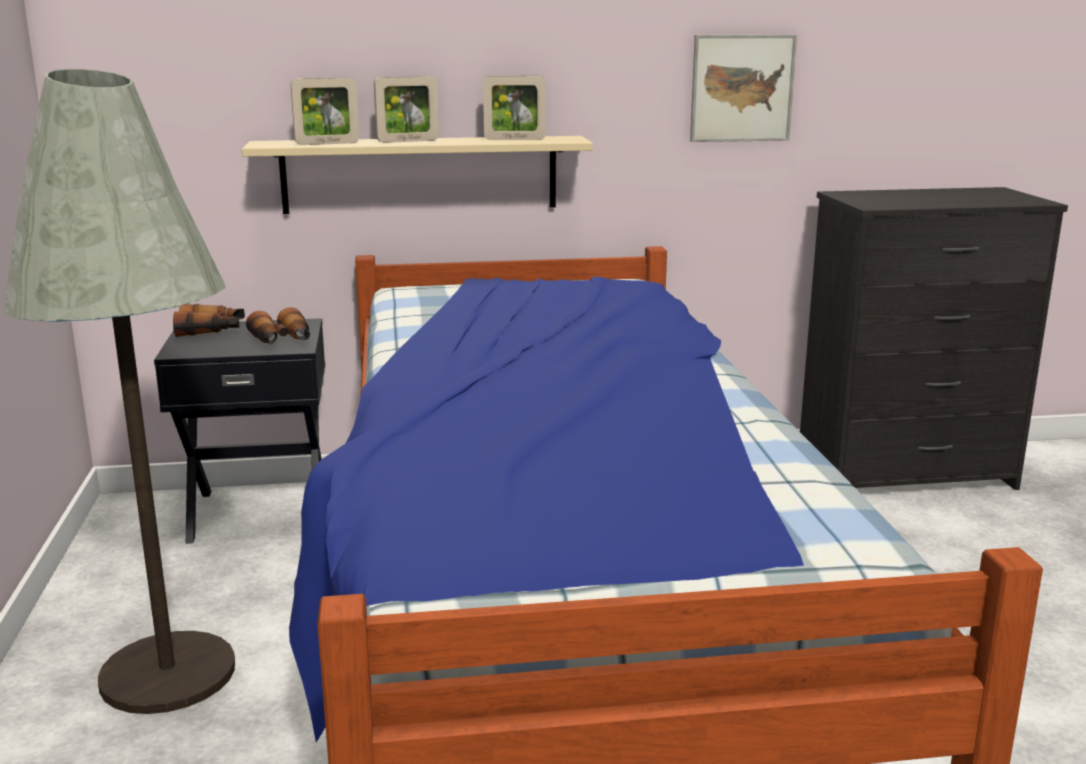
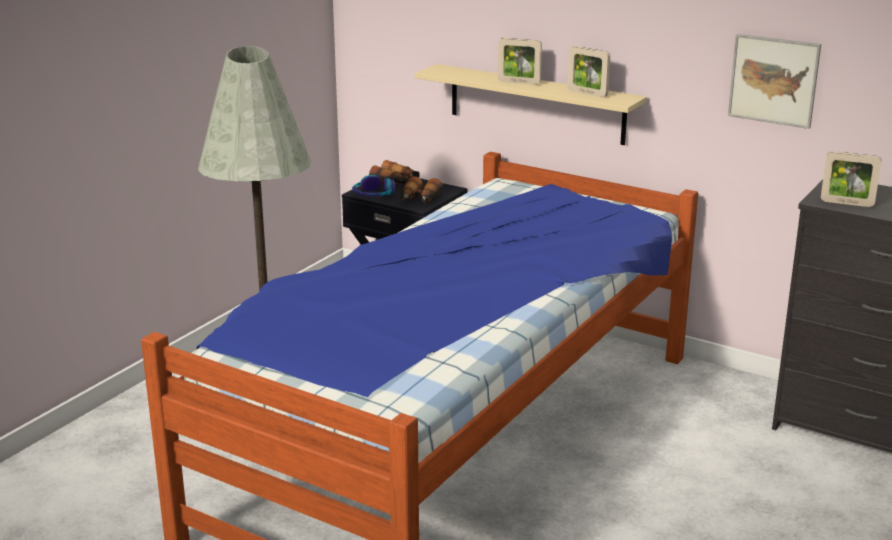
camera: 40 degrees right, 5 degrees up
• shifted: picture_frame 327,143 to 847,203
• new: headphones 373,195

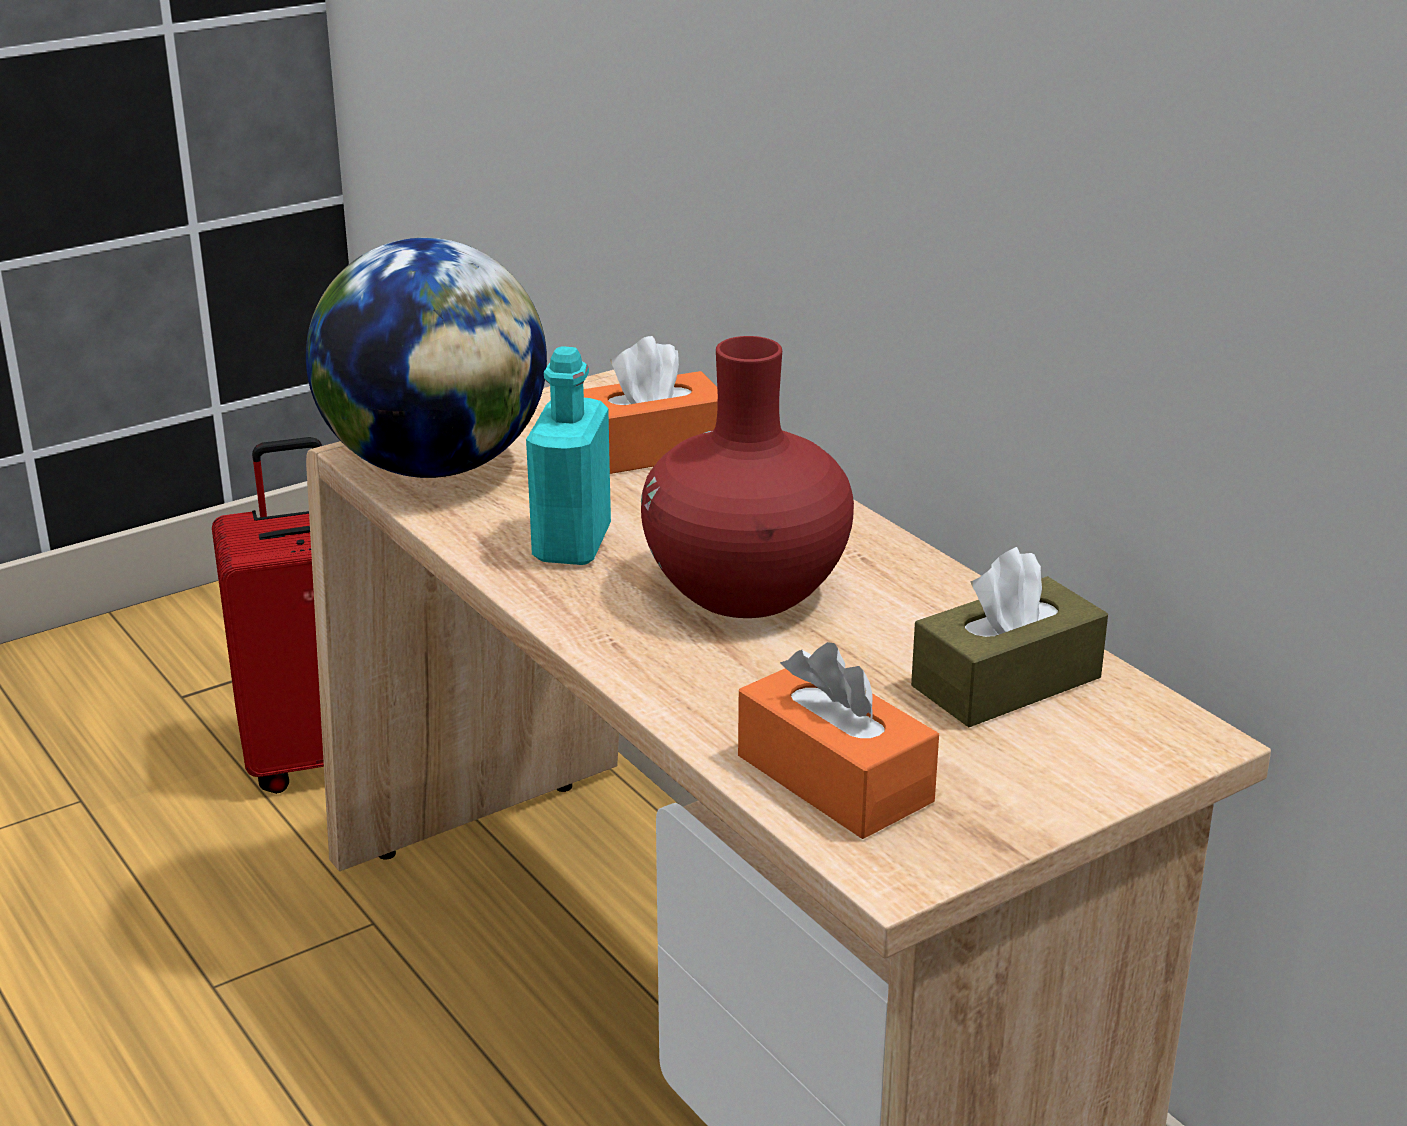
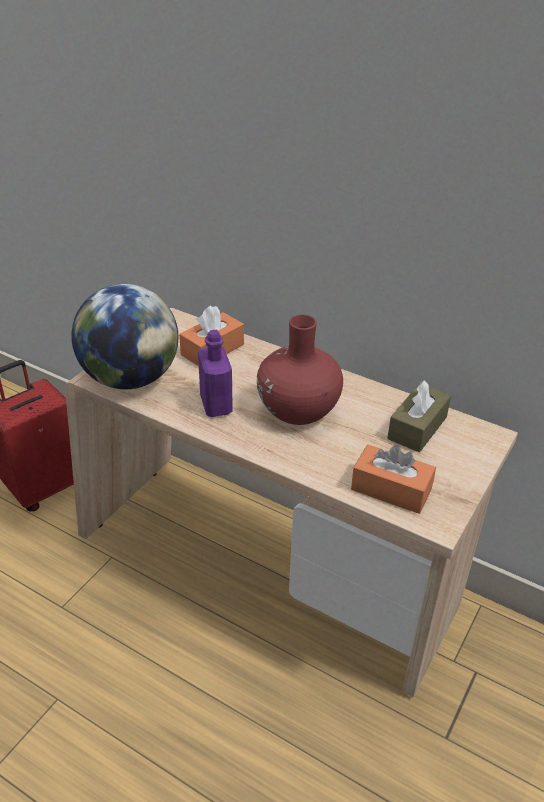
camera: 25 degrees left, 10 degrees up
• repainted: turquoise_bottle 572,544 to purple_bottle 216,405

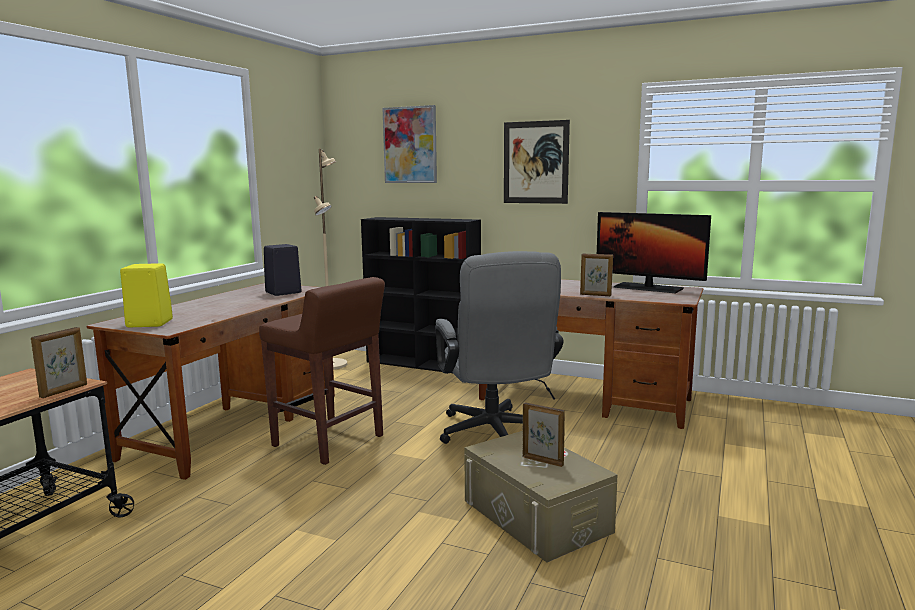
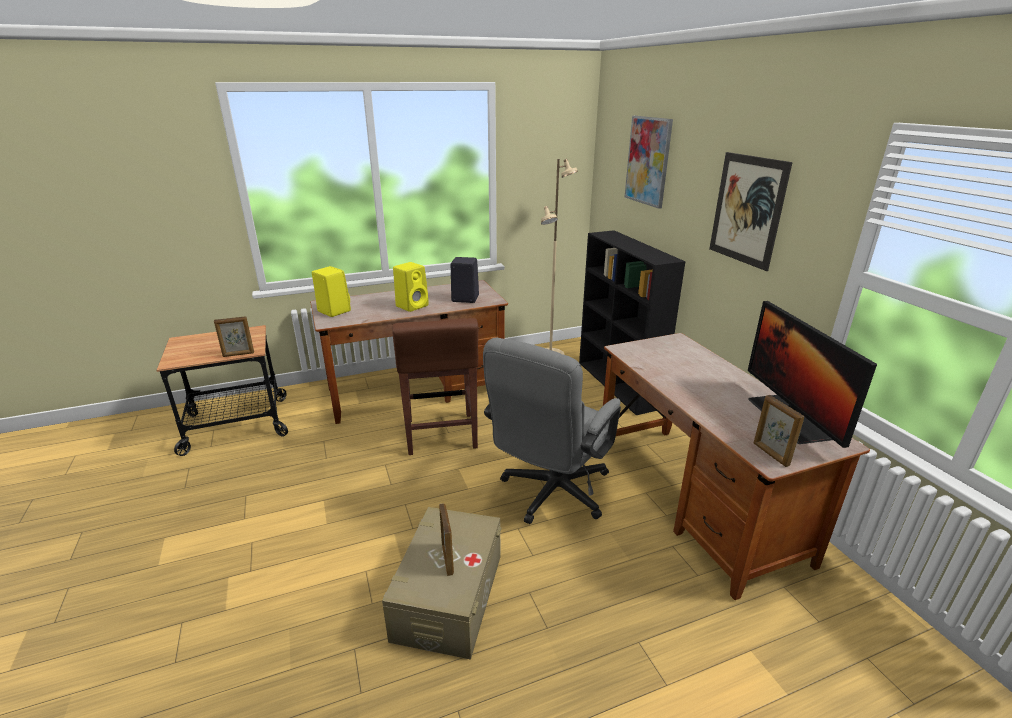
camera: 45 degrees right, 15 degrees up
• shifted: picture_frame 595,295 to 770,454
• new: yellow_speaker 412,306

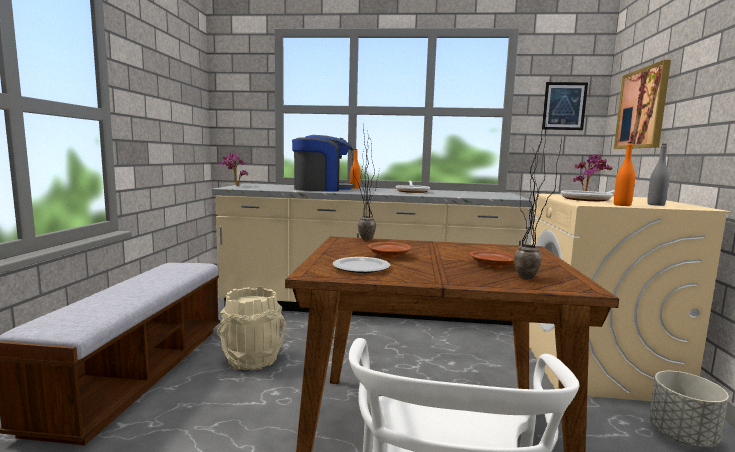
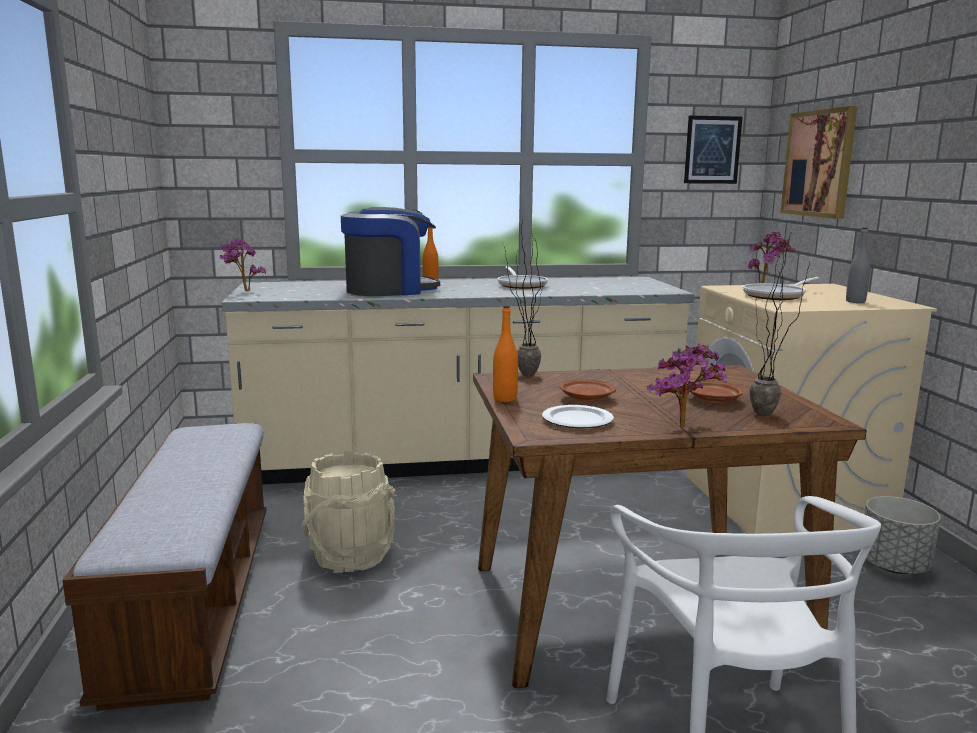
camera: 15 degrees left, 5 degrees up
• shifted: orange_bottle 622,205 to 505,399
• new: potted_plant 685,429

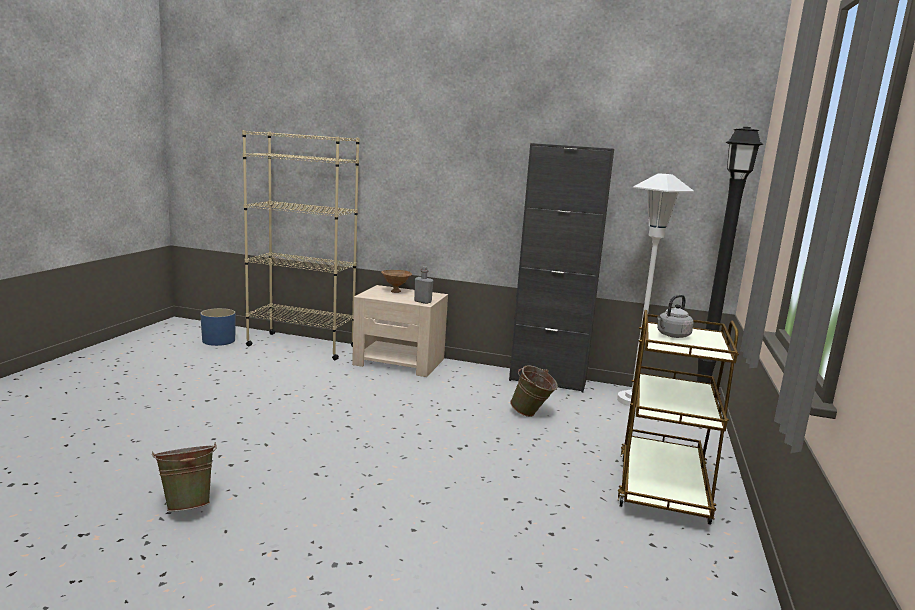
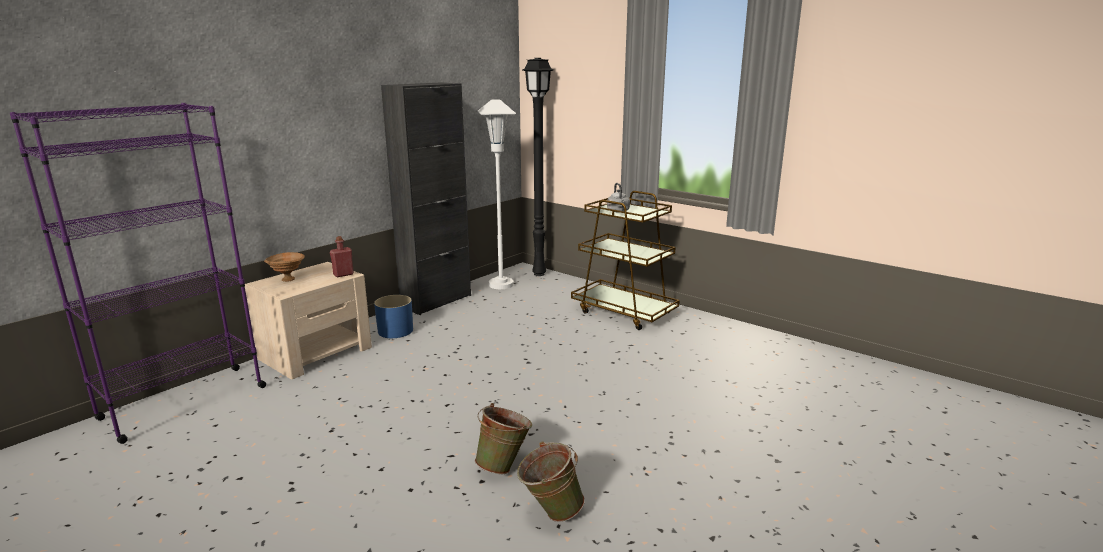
camera: 65 degrees left, 5 degrees up
• shifted: blue_planter 218,340 to 395,331
• repainted: beige_bookcase 301,346 to purple_bookcase 183,403
• repainted: grey_bottle 422,301 to red_bottle 343,274
• shifted: green_bucket 532,415 to 504,466

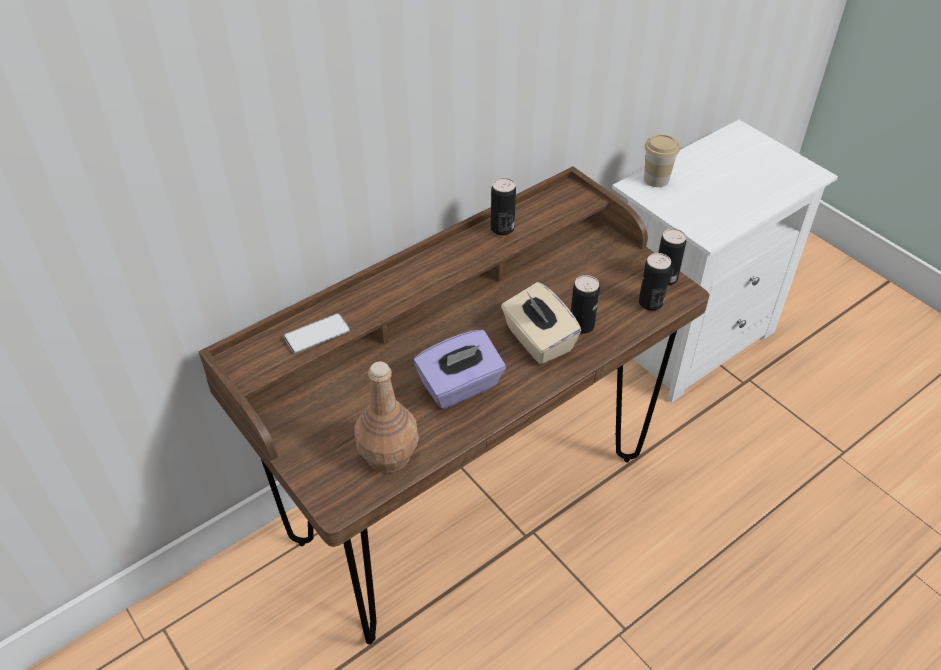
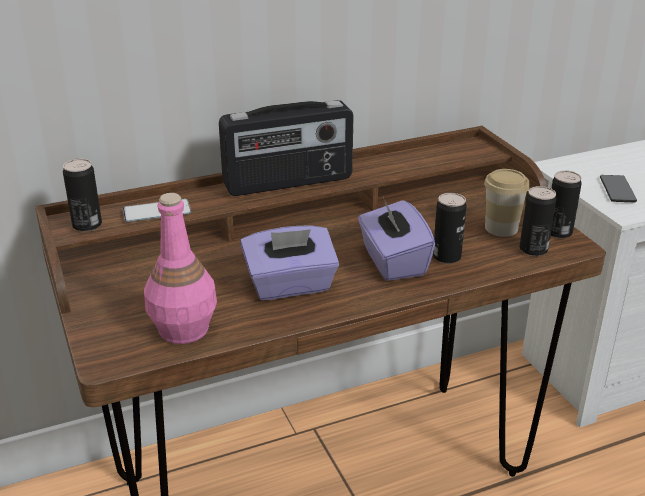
camera: 15 degrees right, 15 degrees down
• repainted: brown_bottle 388,455 to pink_bottle 183,329
• shifted: can 502,228 to 87,225
• repainted: beige_tissue_box 538,340 to purple_tissue_box 393,262
• shifted: cup 656,179 to 501,228
• new: radio 288,183
• new: phone 617,190

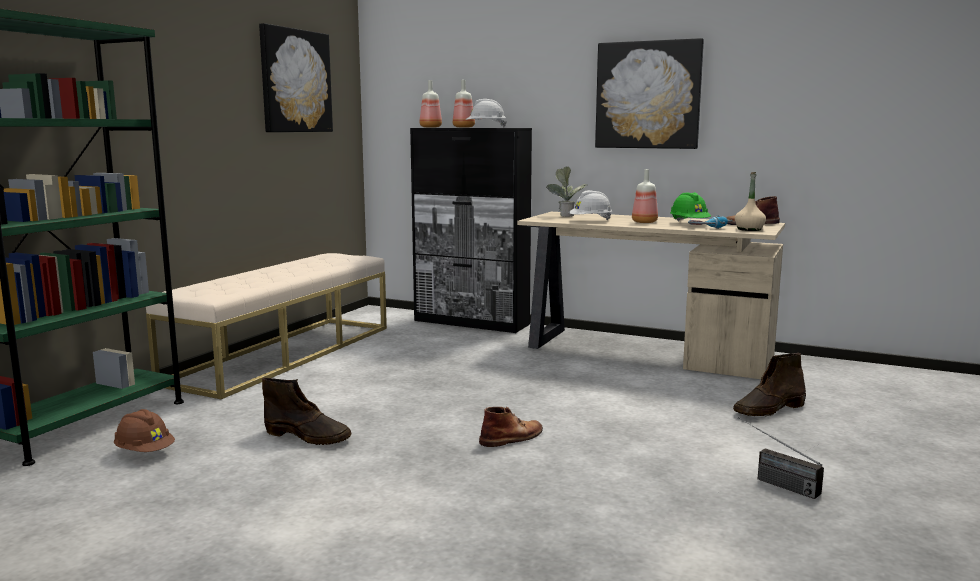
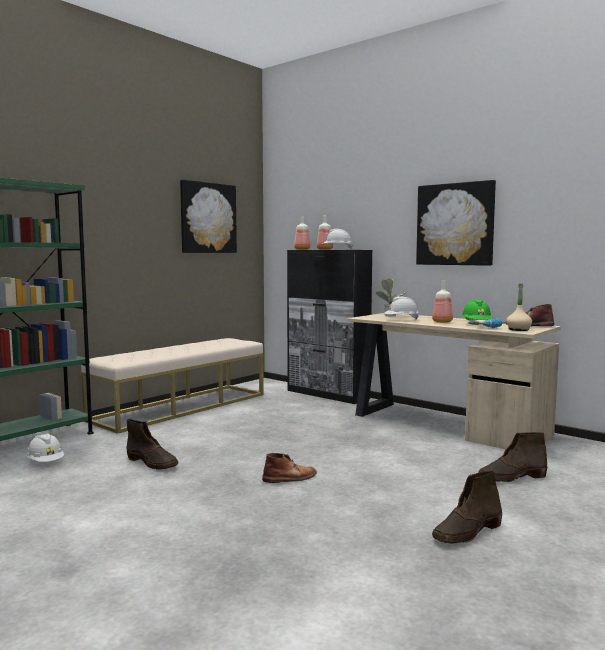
camera: 15 degrees right, 5 degrees down
• repainted: brown_hard_hat 145,452 to white_hard_hat 46,462
• swapped: radio 772,482 to brown_boot 467,532

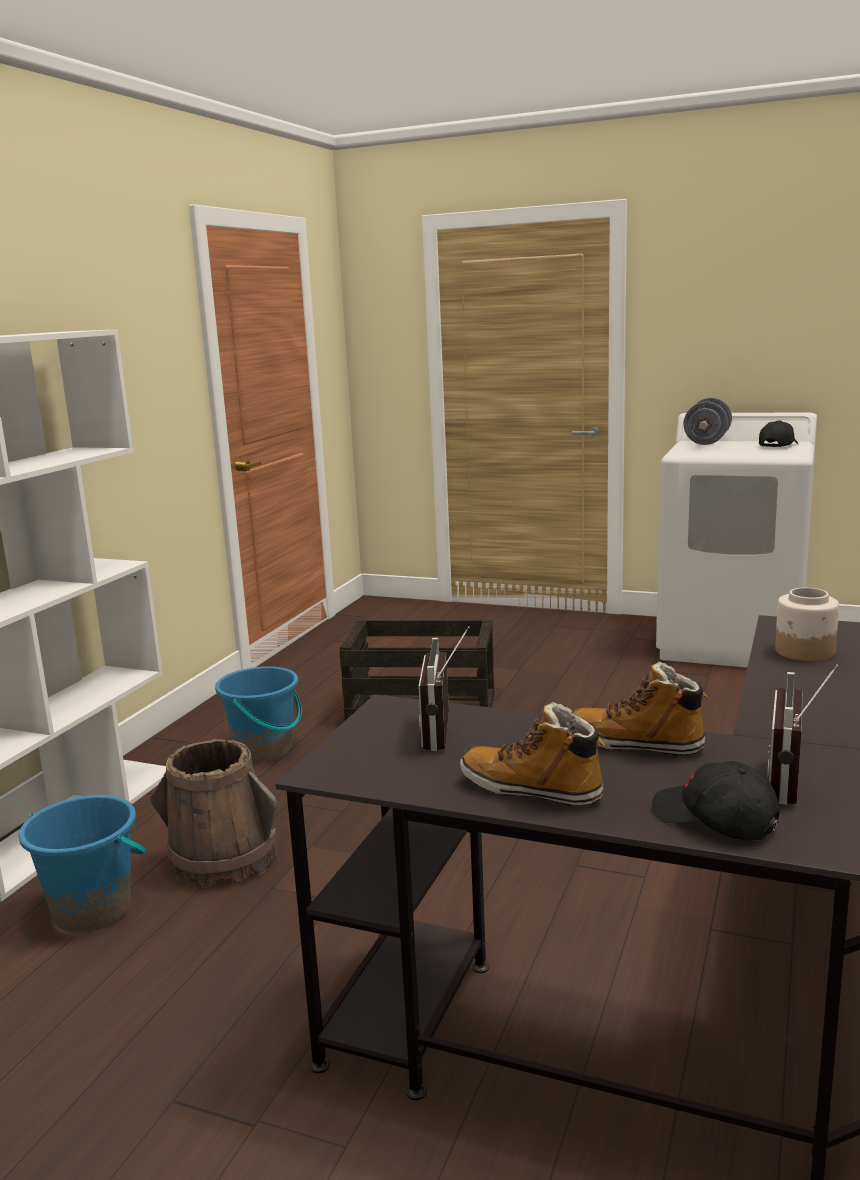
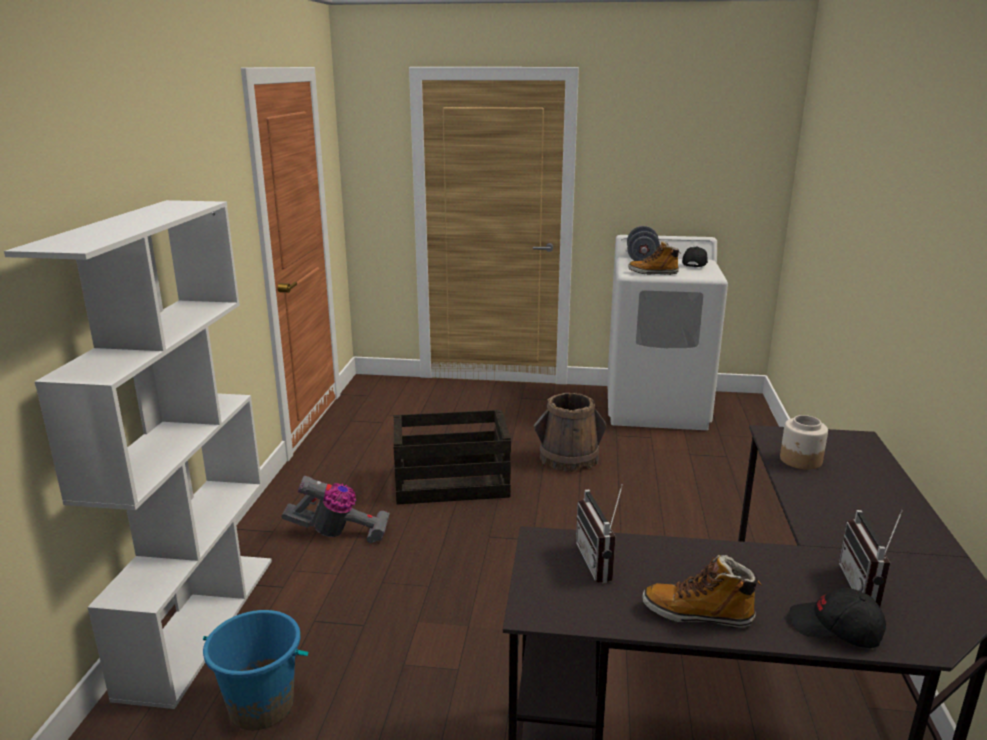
camera: 15 degrees left, 5 degrees up
• shifted: brown_bucket 223,859 to 568,458
• swapped: blue_bucket 264,750 to vacuum_cleaner 339,534
• shifted: boot 636,744 to 653,273

